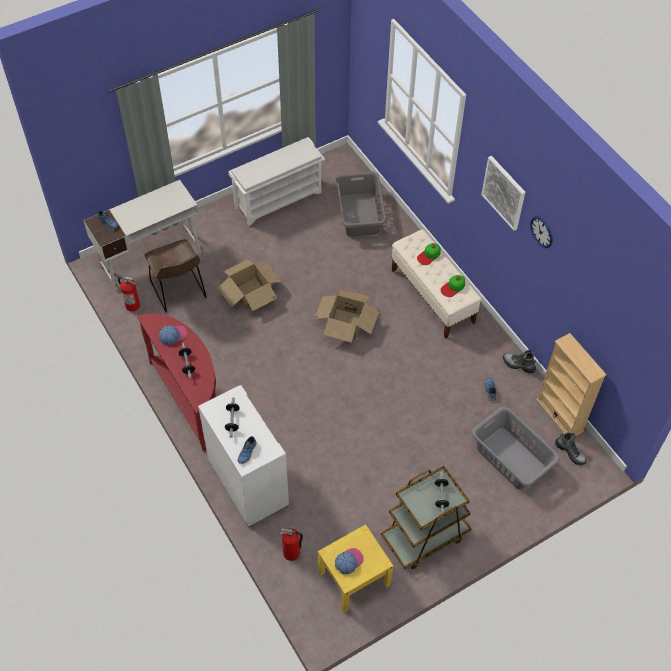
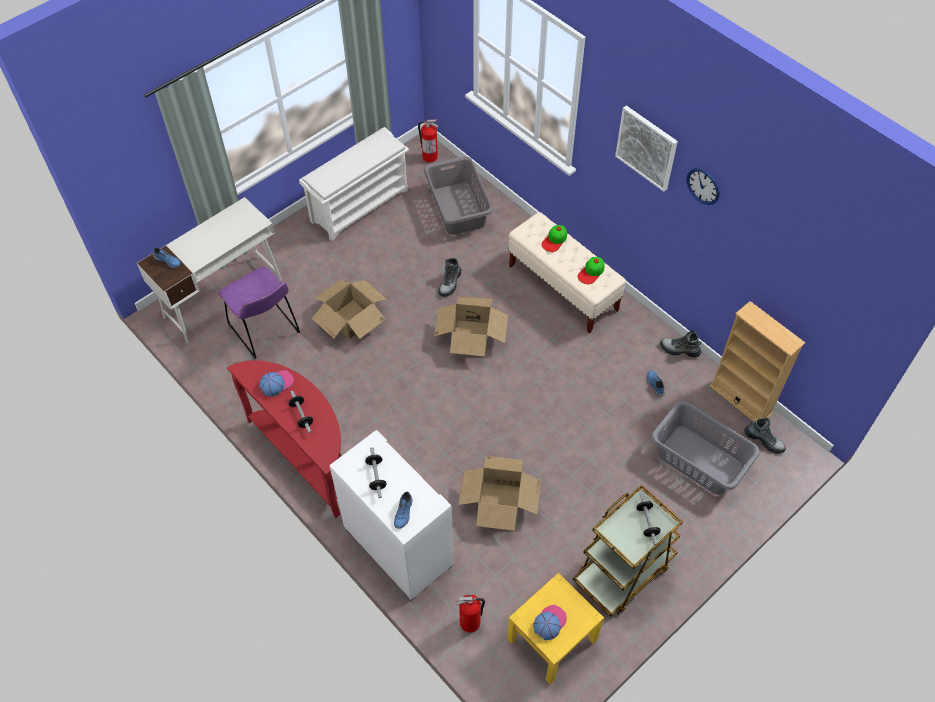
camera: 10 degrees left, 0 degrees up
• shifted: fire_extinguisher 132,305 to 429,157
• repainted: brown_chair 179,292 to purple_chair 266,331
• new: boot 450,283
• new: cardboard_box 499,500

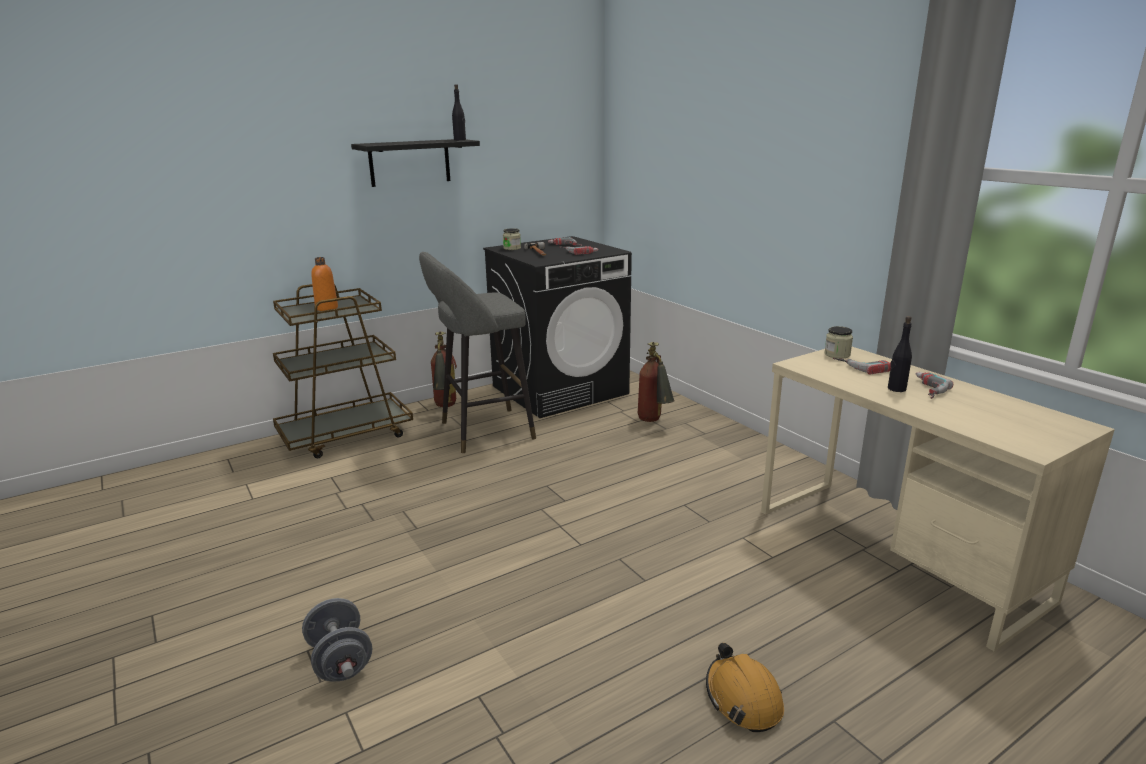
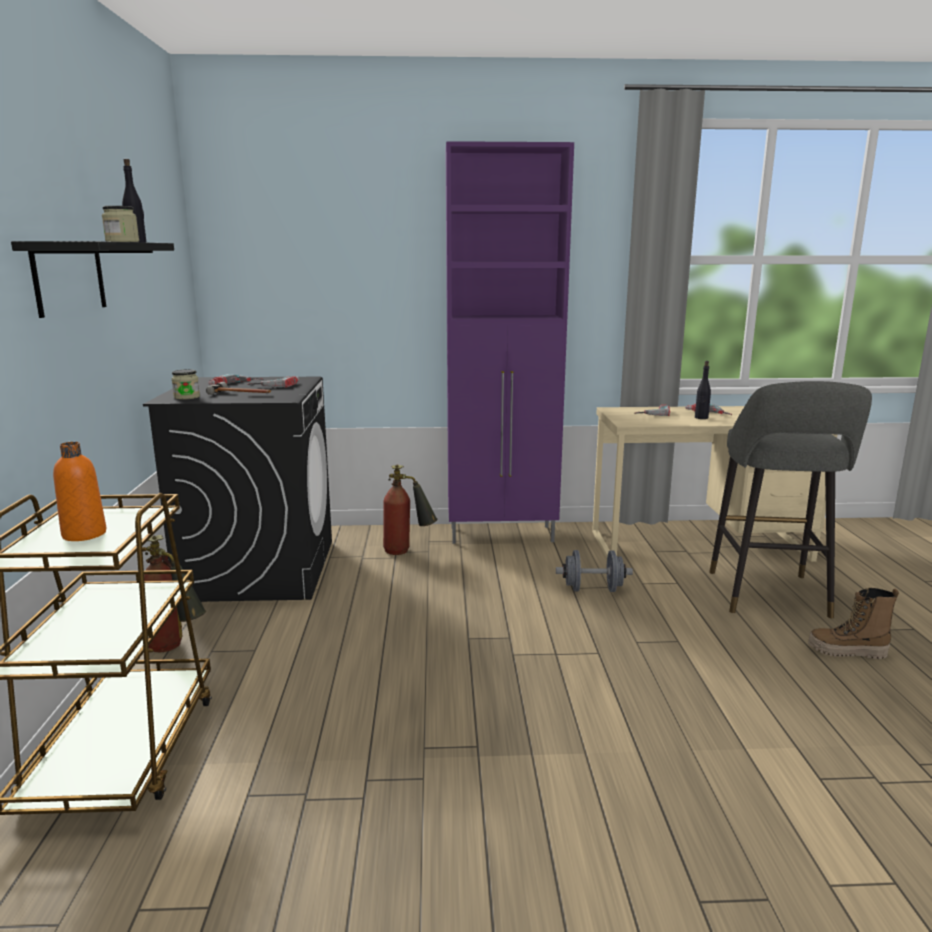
camera: 60 degrees left, 5 degrees down
• shifted: grey_dumbbell 340,661 to 592,589
• shifted: grey_stool 481,431 to 770,597
• swapped: orange_hard_hat 743,698 to boot 846,652
• shifted: jar 837,354 to 122,241
• new: purple_cabinet 503,535

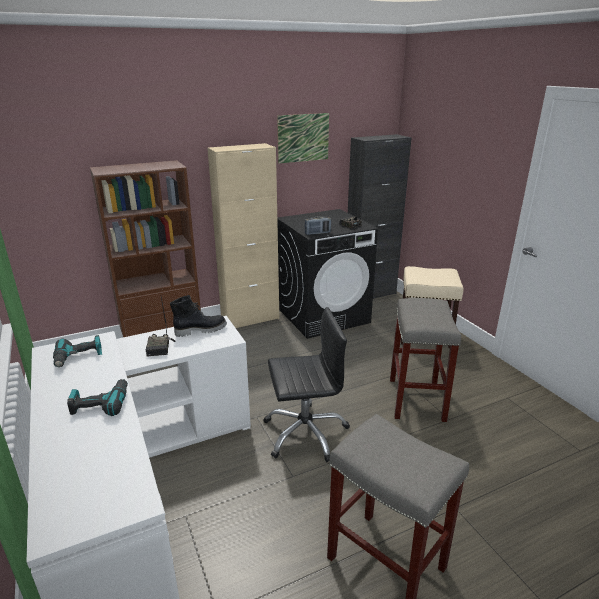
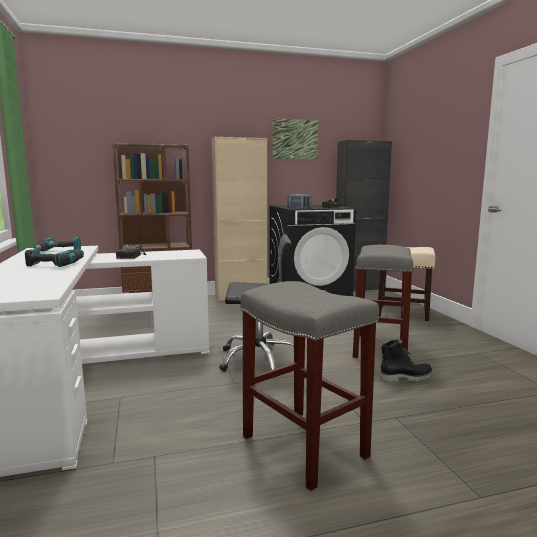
camera: 10 degrees right, 15 degrees down
• shifted: black_boot 200,330 to 405,378

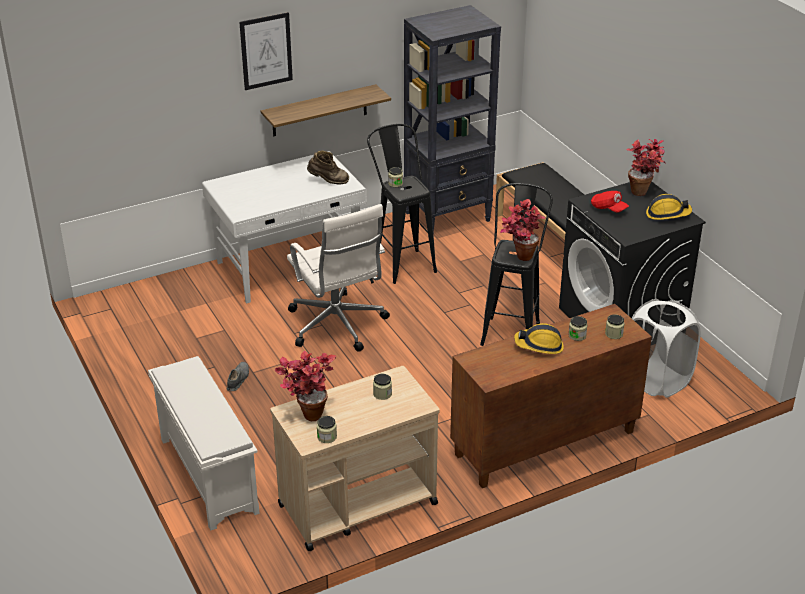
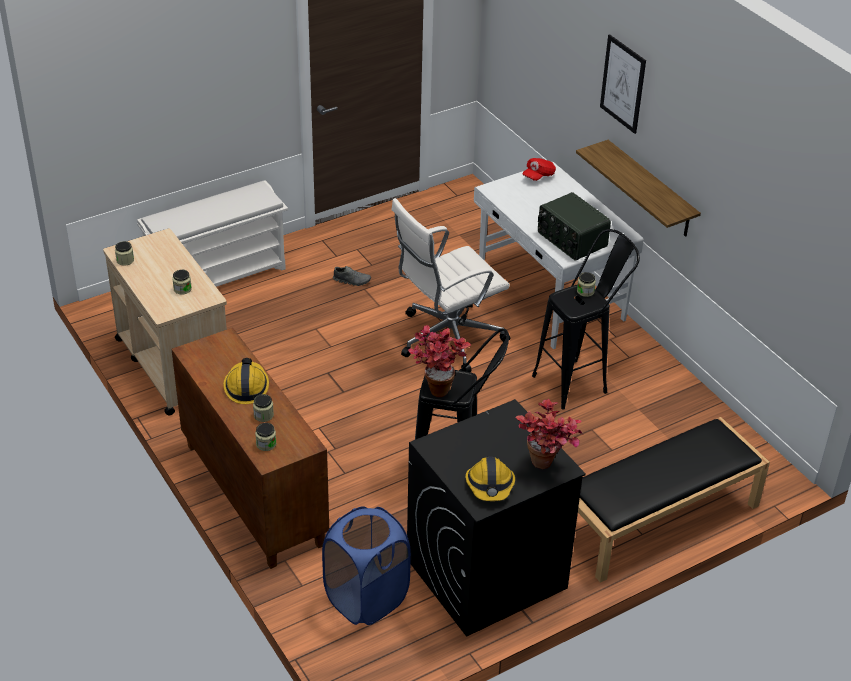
camera: 85 degrees right, 5 degrees up
• gone: potted_plant 306,413
• swapped: brown_boot 328,181 to radio 571,240
• gone: black_bookcase 448,216
• shifted: red_cap 608,209 to 538,176
• repainted: white_laundry_basket 656,380 to blue_laundry_basket 366,598

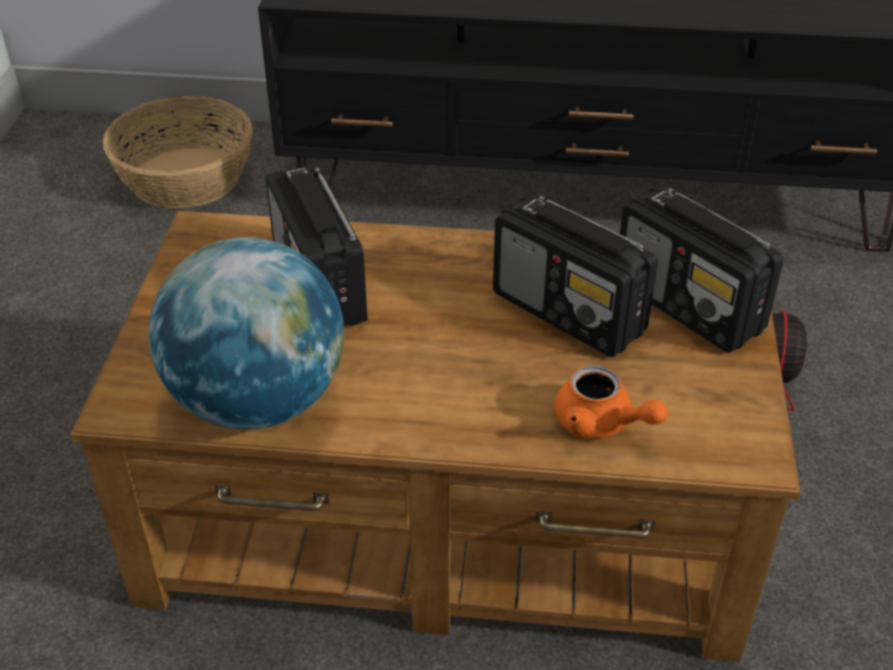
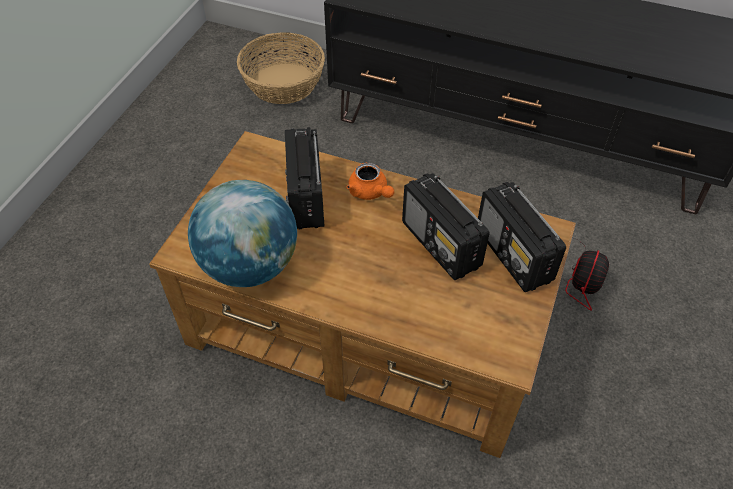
camera: 15 degrees right, 10 degrees up
• shifted: orange_teapot 601,424 to 370,192

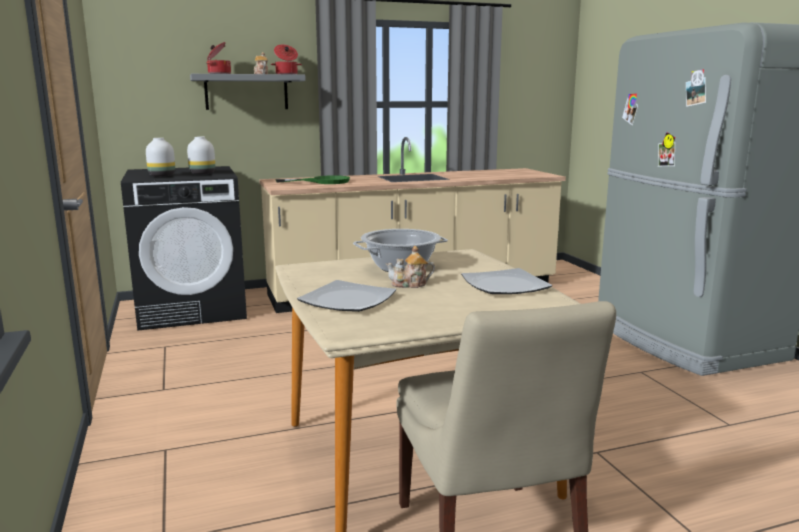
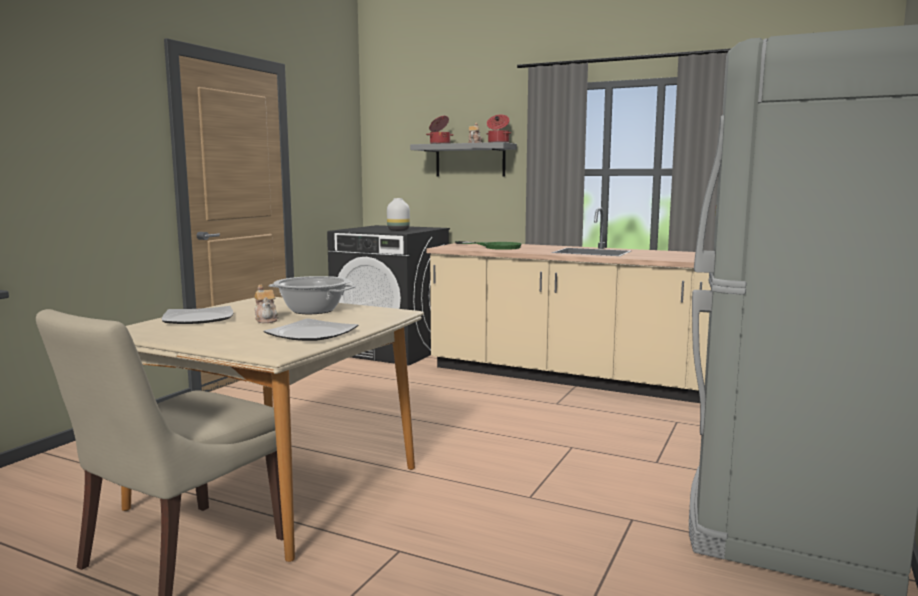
camera: 45 degrees right, 5 degrees down
• gone: white_vase 161,176
• rotated: teapot 410,284 = 266,319 150 degrees counterclockwise

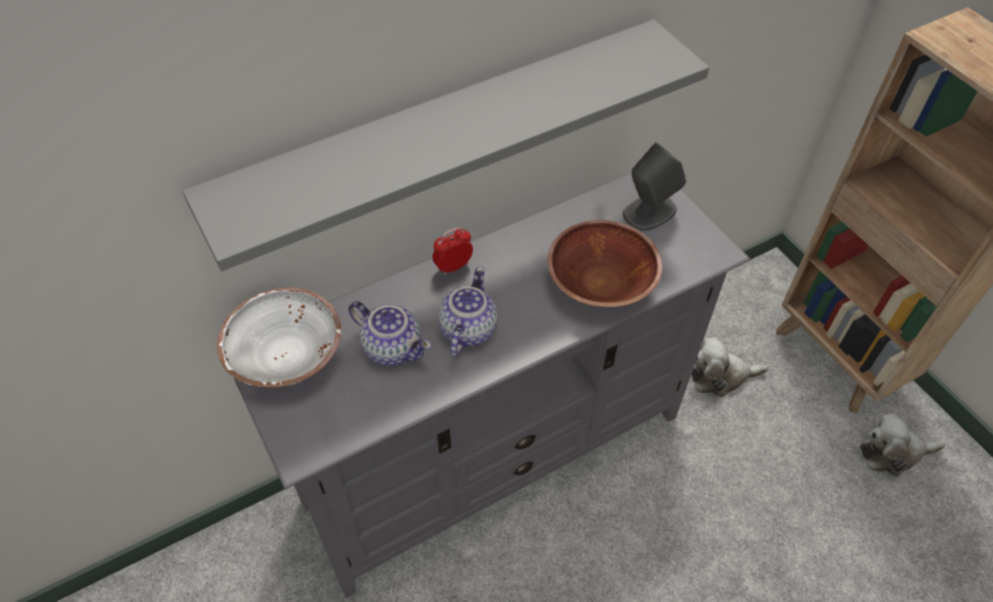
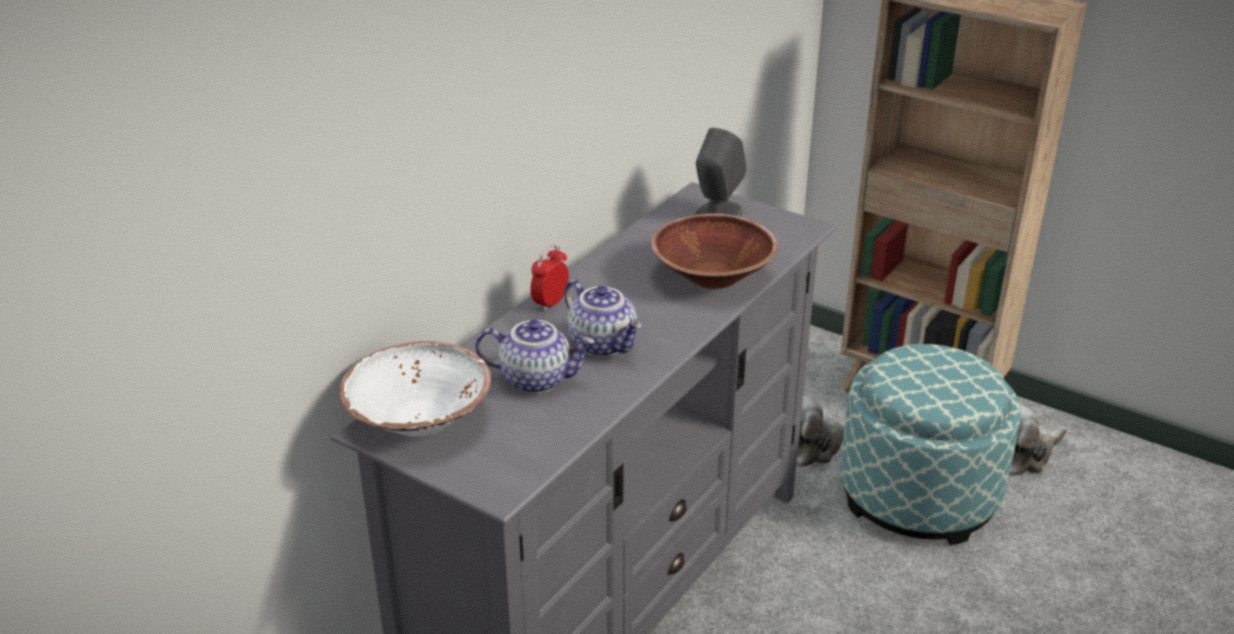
camera: 25 degrees left, 20 degrees down
• gone: grey_shelf 442,135
• rotated: teapot 467,329 = 604,344 150 degrees clockwise
• new: ottoman 918,494

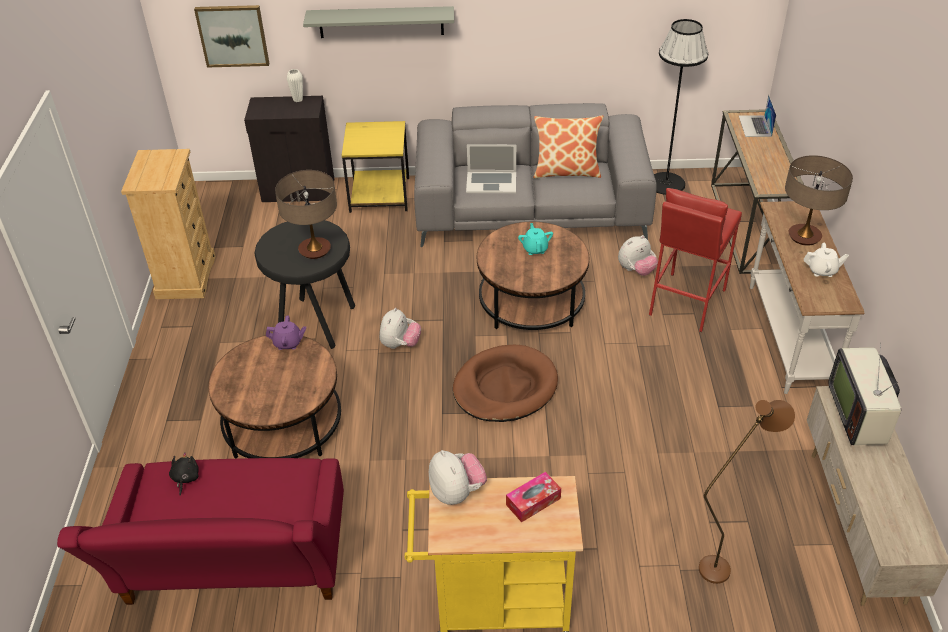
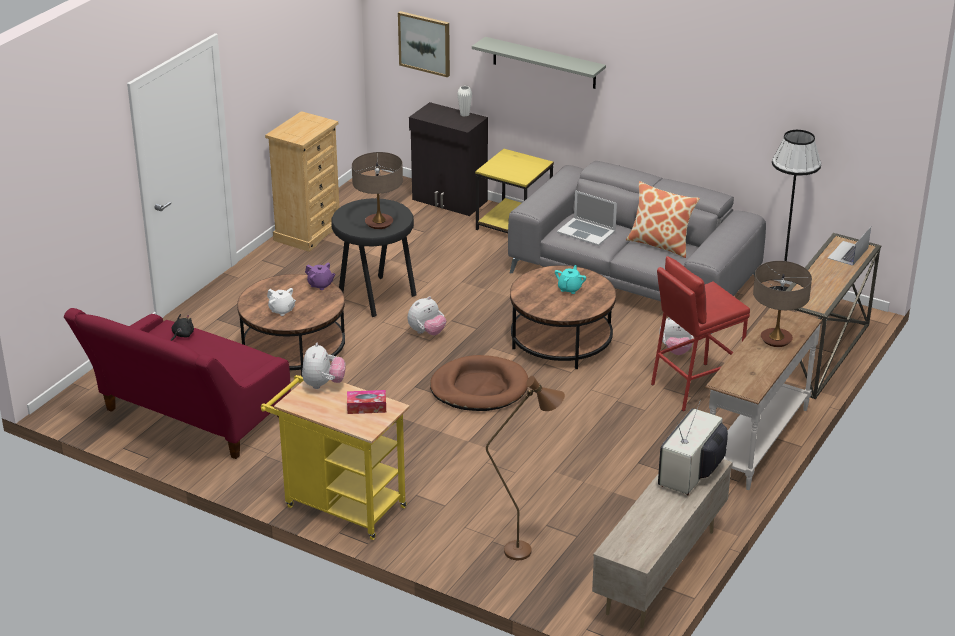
camera: 30 degrees right, 10 degrees down
• shifted: white_teapot 822,271 to 282,310

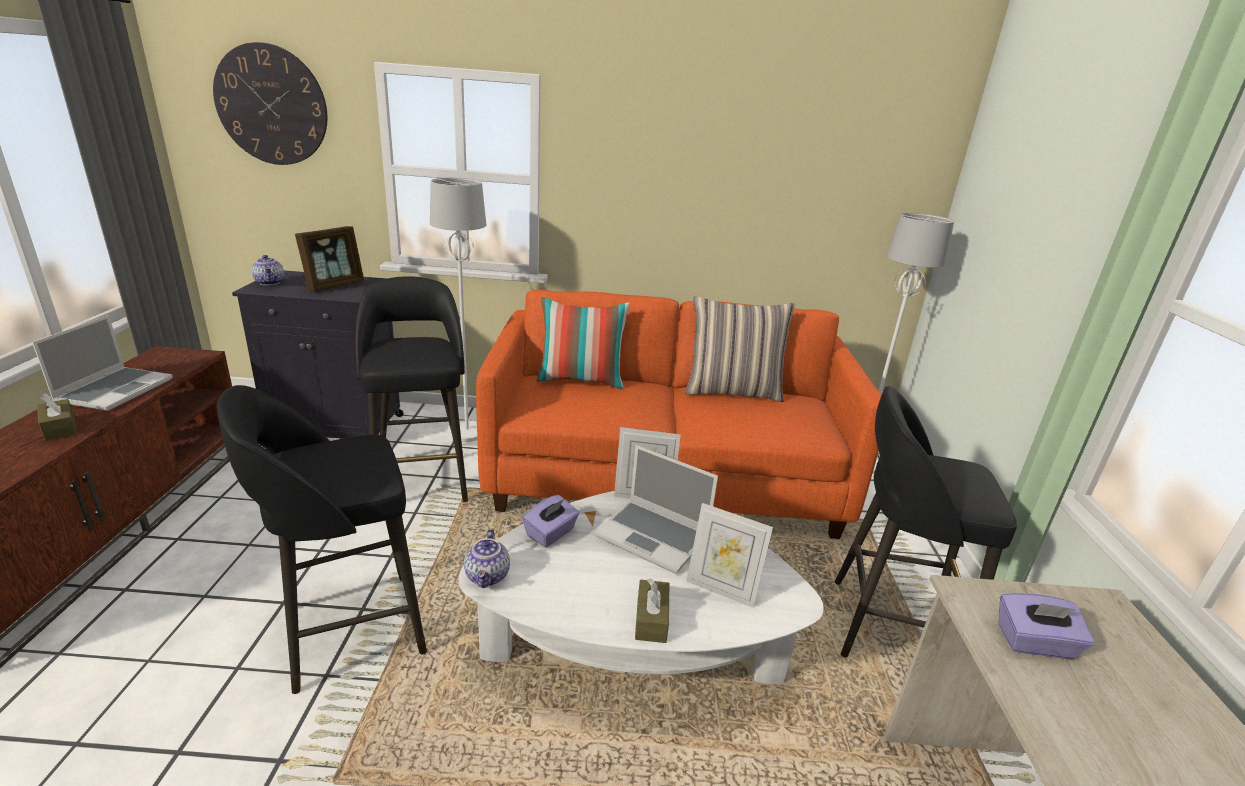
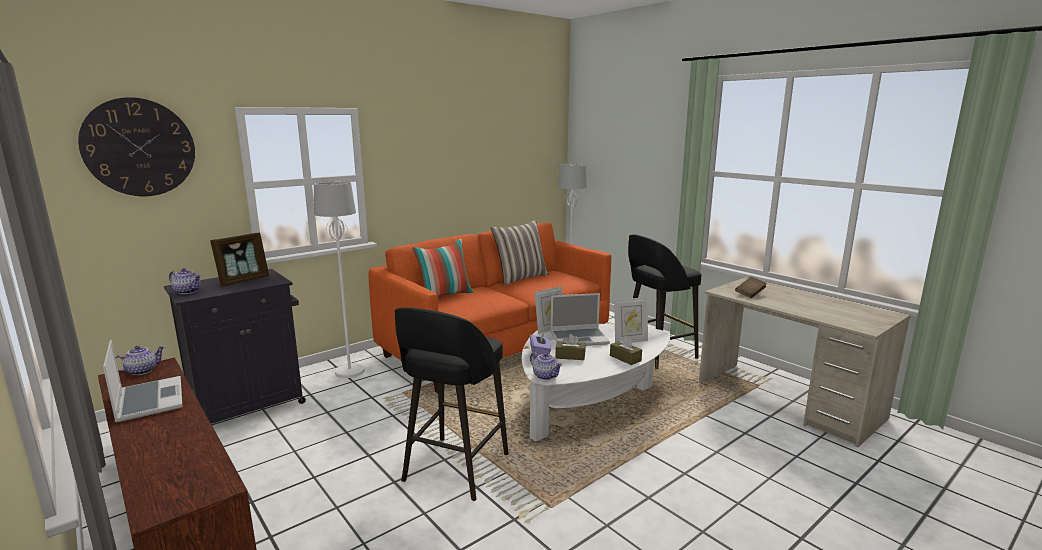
camera: 40 degrees left, 10 degrees down
• shifted: brown_tissue_box 60,428 to 570,356
• rotated: picture_frame 335,285 = 244,280 45 degrees clockwise
• gone: black_stool 421,479
• swapped: purple_tissue_box 1035,643 to brown_book 750,294
• new: teapot 142,371

